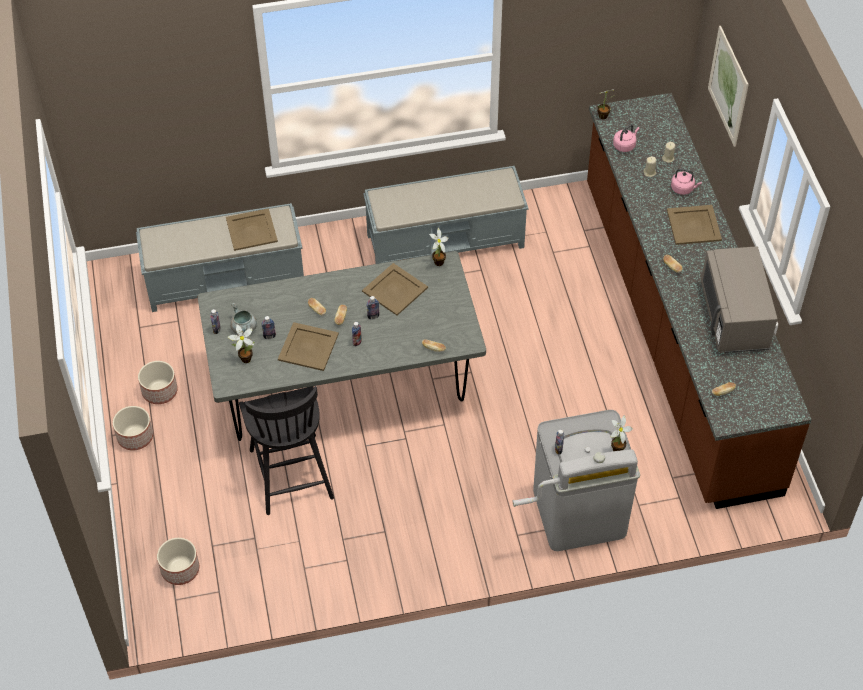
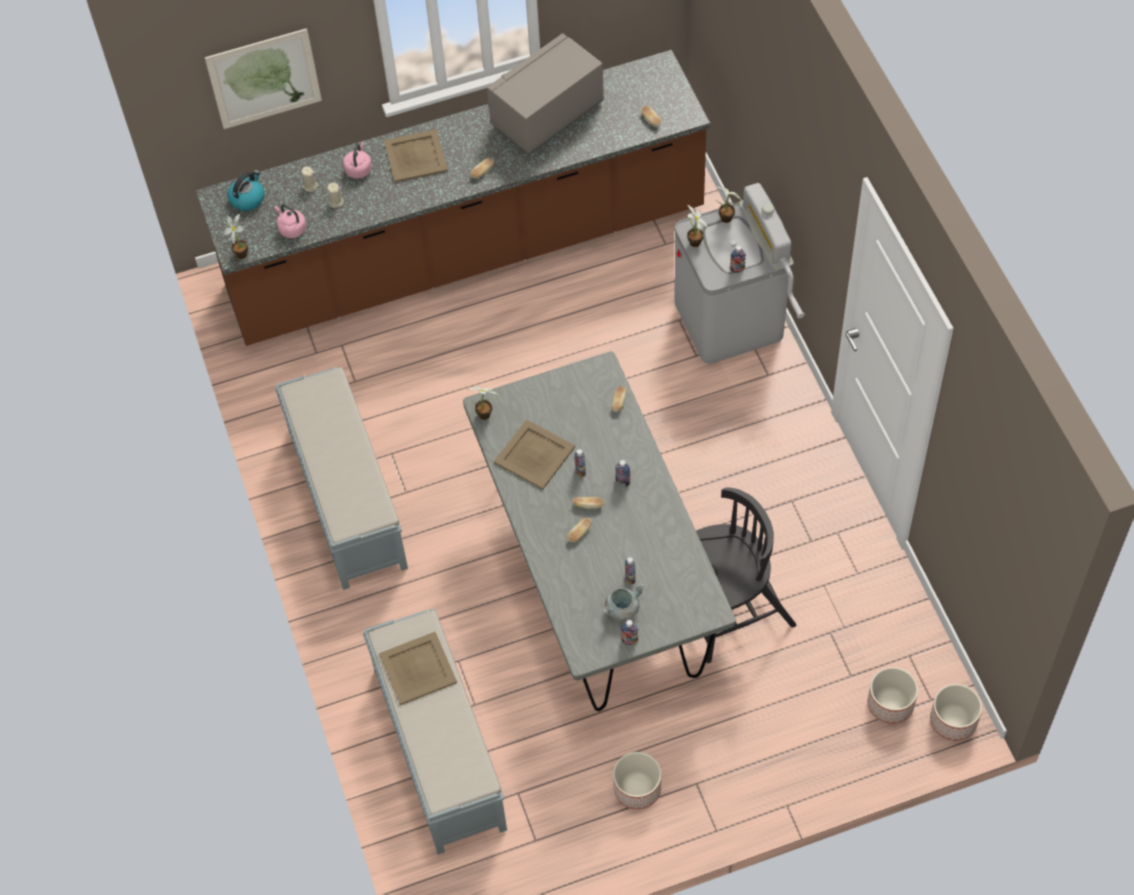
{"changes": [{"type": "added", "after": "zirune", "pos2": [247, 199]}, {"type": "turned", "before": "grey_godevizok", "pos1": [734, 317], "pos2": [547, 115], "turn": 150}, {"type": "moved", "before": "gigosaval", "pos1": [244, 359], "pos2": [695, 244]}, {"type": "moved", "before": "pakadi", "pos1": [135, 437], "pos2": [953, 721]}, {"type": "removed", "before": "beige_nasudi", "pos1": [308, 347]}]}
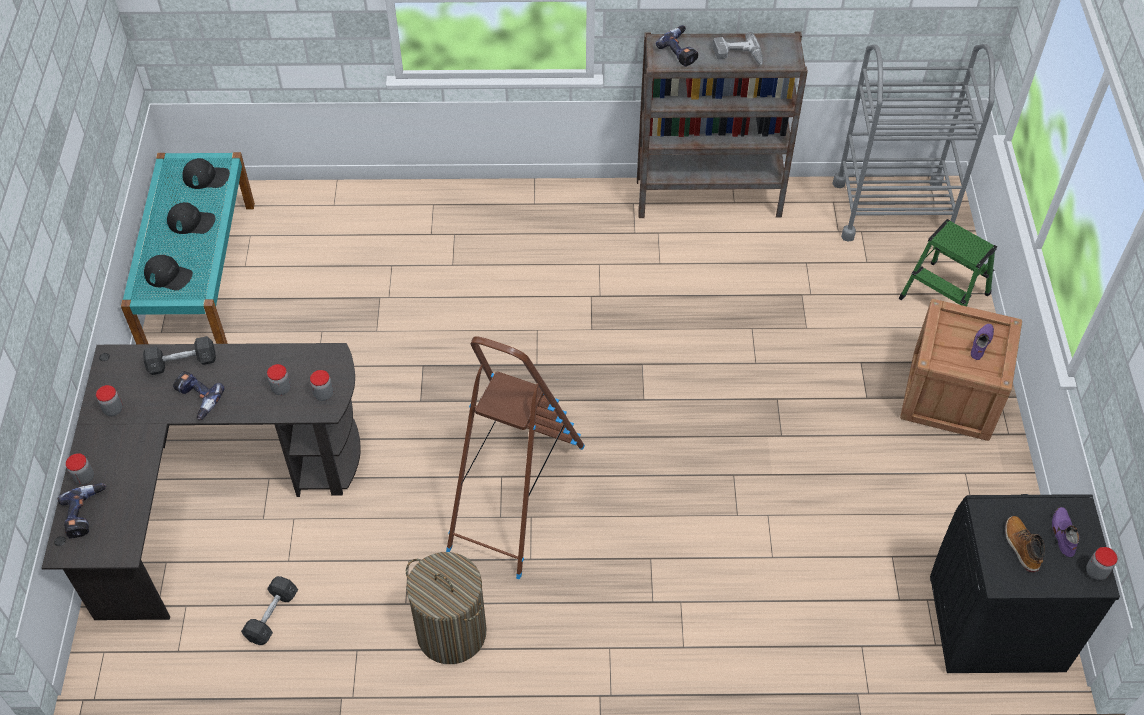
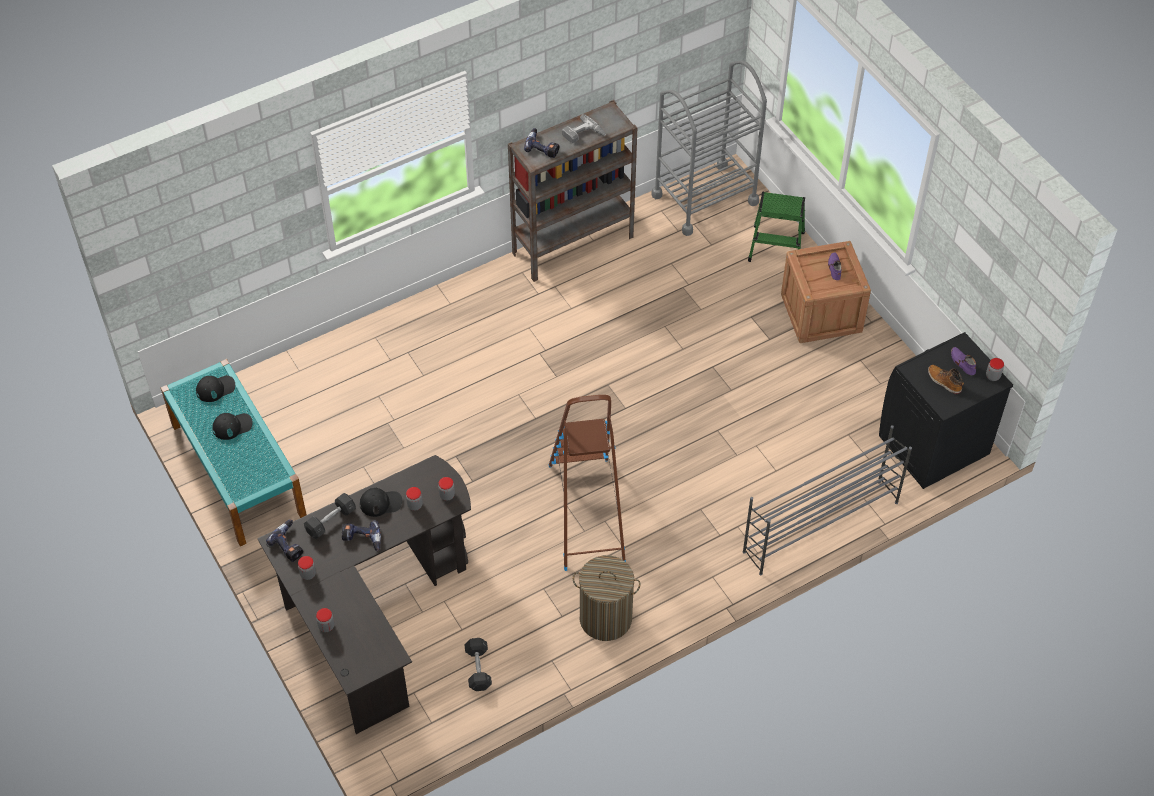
{"changes": [{"type": "moved", "before": "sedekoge", "pos1": [86, 514], "pos2": [290, 544]}, {"type": "moved", "before": "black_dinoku", "pos1": [168, 276], "pos2": [381, 503]}, {"type": "added", "after": "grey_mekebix", "pos2": [820, 527]}]}
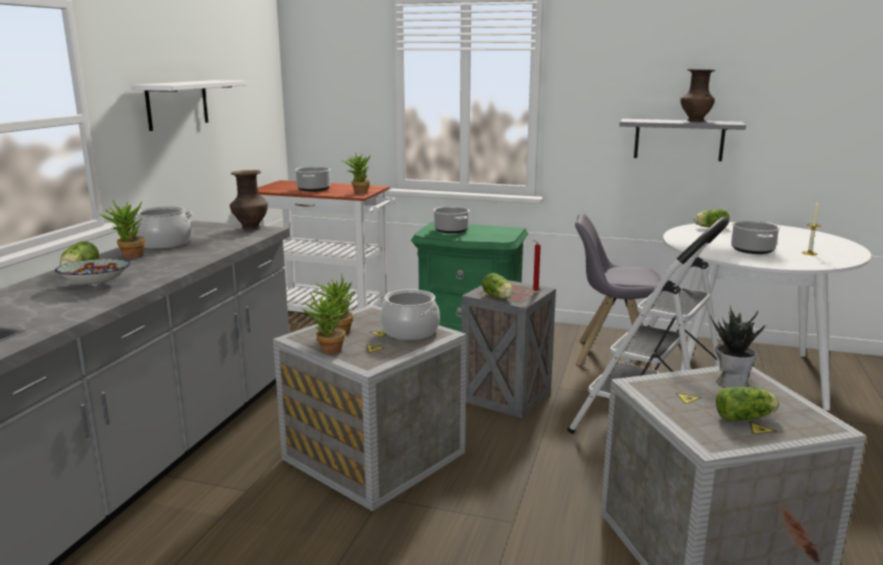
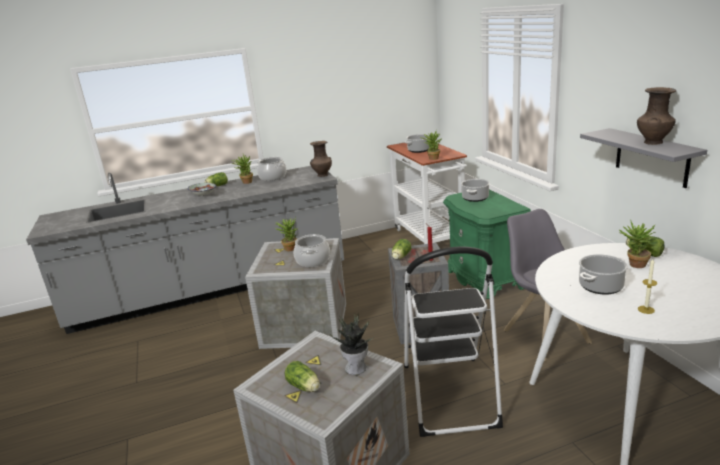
{"changes": [{"type": "moved", "before": "gigosaval", "pos1": [328, 351], "pos2": [634, 265]}, {"type": "removed", "before": "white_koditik", "pos1": [177, 104]}]}
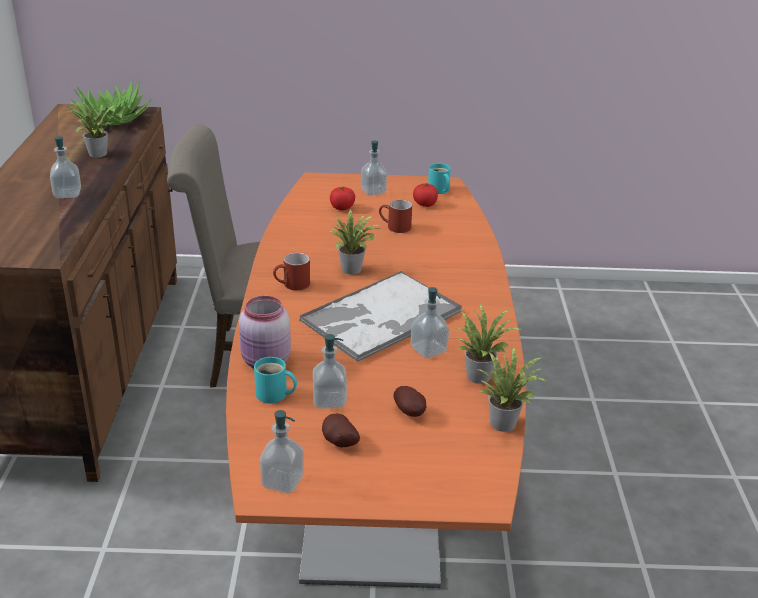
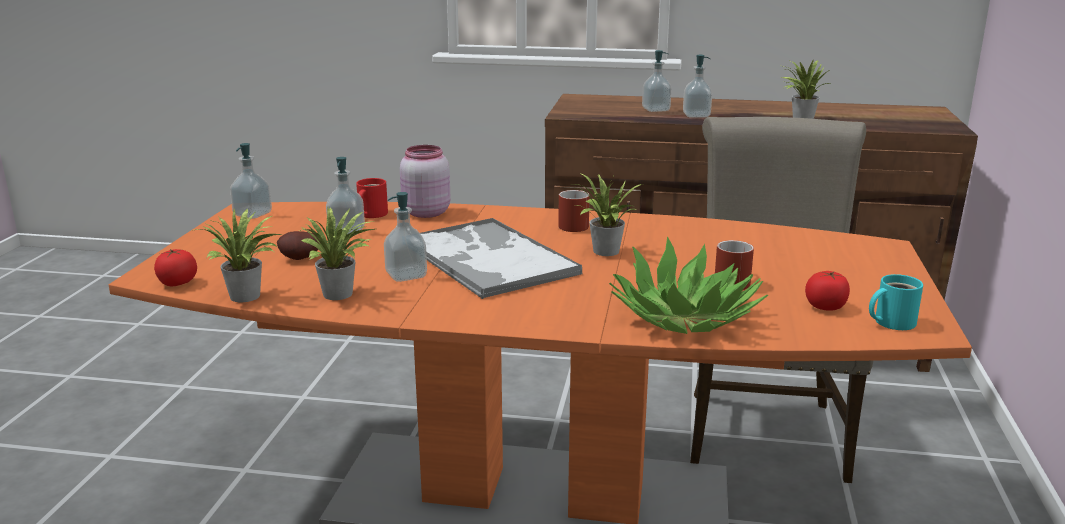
{"changes": [{"type": "moved", "before": "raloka", "pos1": [342, 208], "pos2": [177, 283]}, {"type": "recoloured", "before": "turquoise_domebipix", "after": "red_domebipix", "pos1": [274, 395], "pos2": [370, 214]}, {"type": "moved", "before": "gigosaval", "pos1": [111, 119], "pos2": [684, 317]}, {"type": "moved", "before": "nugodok", "pos1": [373, 191], "pos2": [656, 109]}, {"type": "removed", "before": "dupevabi", "pos1": [338, 443]}]}
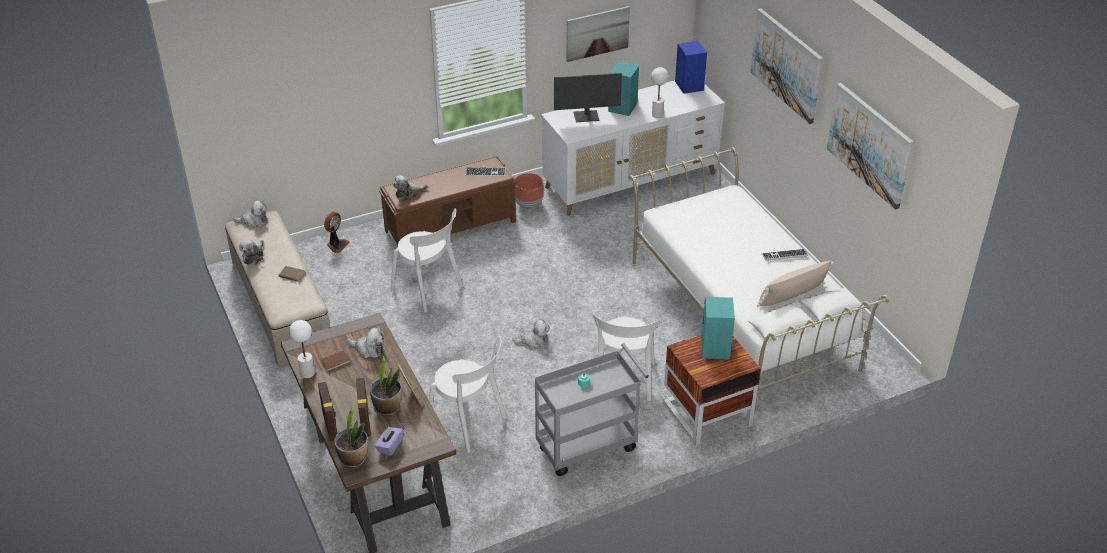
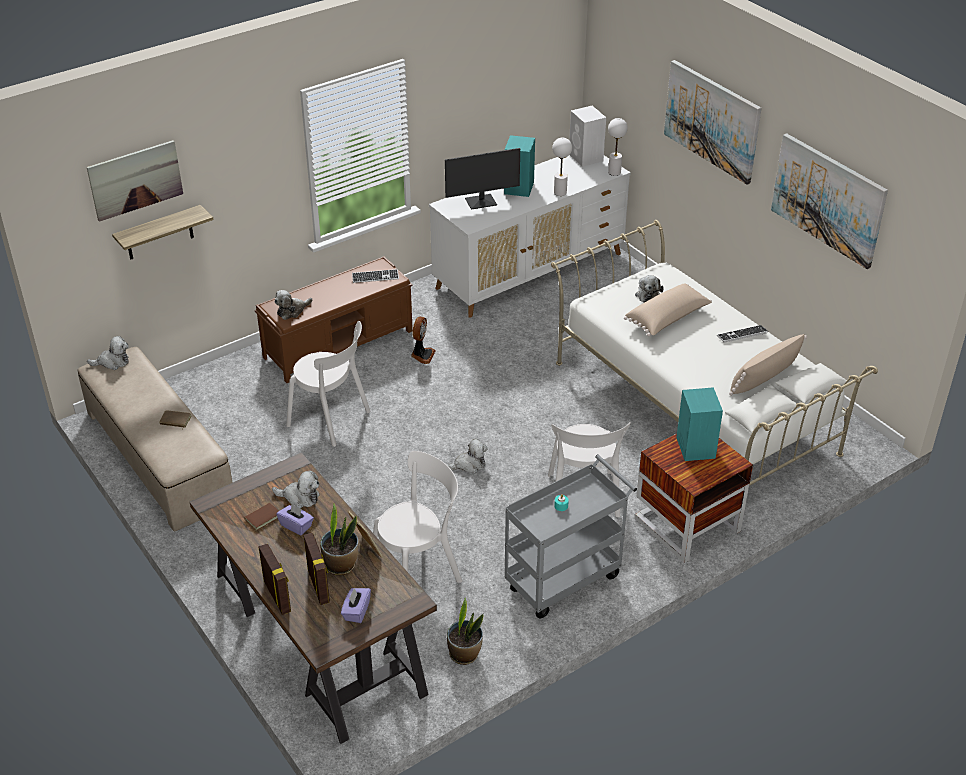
{"changes": [{"type": "moved", "before": "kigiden", "pos1": [597, 33], "pos2": [135, 180]}, {"type": "added", "after": "koditik", "pos2": [159, 233]}, {"type": "added", "after": "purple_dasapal", "pos2": [296, 526]}, {"type": "turned", "before": "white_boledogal", "pos1": [469, 424], "pos2": [419, 571], "turn": -60}, {"type": "moved", "before": "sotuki", "pos1": [336, 245], "pos2": [422, 355]}, {"type": "moved", "before": "gigosaval", "pos1": [353, 459], "pos2": [464, 654]}, {"type": "recoloured", "before": "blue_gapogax", "after": "white_gapogax", "pos1": [689, 86], "pos2": [586, 158]}, {"type": "moved", "before": "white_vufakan", "pos1": [307, 373], "pos2": [614, 172]}, {"type": "added", "after": "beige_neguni", "pos2": [668, 319]}, {"type": "moved", "before": "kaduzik", "pos1": [254, 256], "pos2": [648, 294]}, {"type": "removed", "before": "brown_pakadi", "pos1": [529, 205]}]}
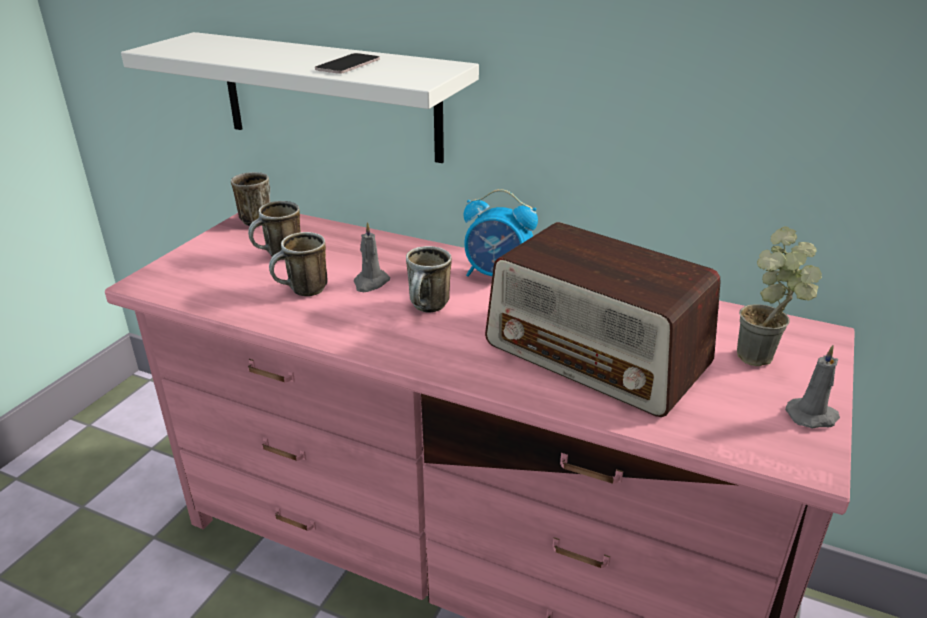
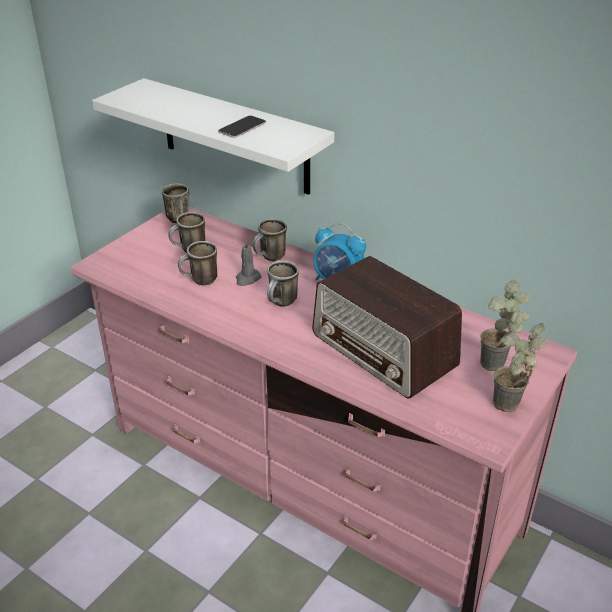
{"changes": [{"type": "added", "after": "domebipix", "pos2": [270, 258]}, {"type": "replaced", "before": "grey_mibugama", "after": "gigosaval", "pos1": [813, 416], "pos2": [509, 410]}]}
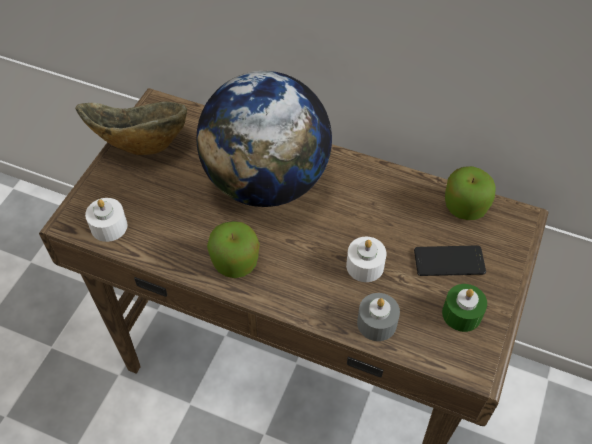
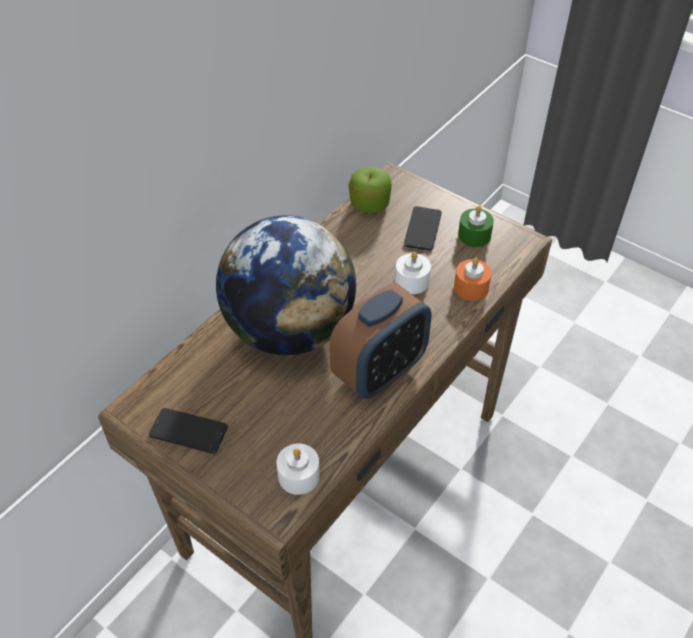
{"changes": [{"type": "replaced", "before": "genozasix", "after": "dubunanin", "pos1": [140, 144], "pos2": [188, 431]}, {"type": "replaced", "before": "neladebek", "after": "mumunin", "pos1": [235, 261], "pos2": [379, 372]}, {"type": "recoloured", "before": "grey_mibugama", "after": "orange_mibugama", "pos1": [377, 323], "pos2": [471, 287]}]}
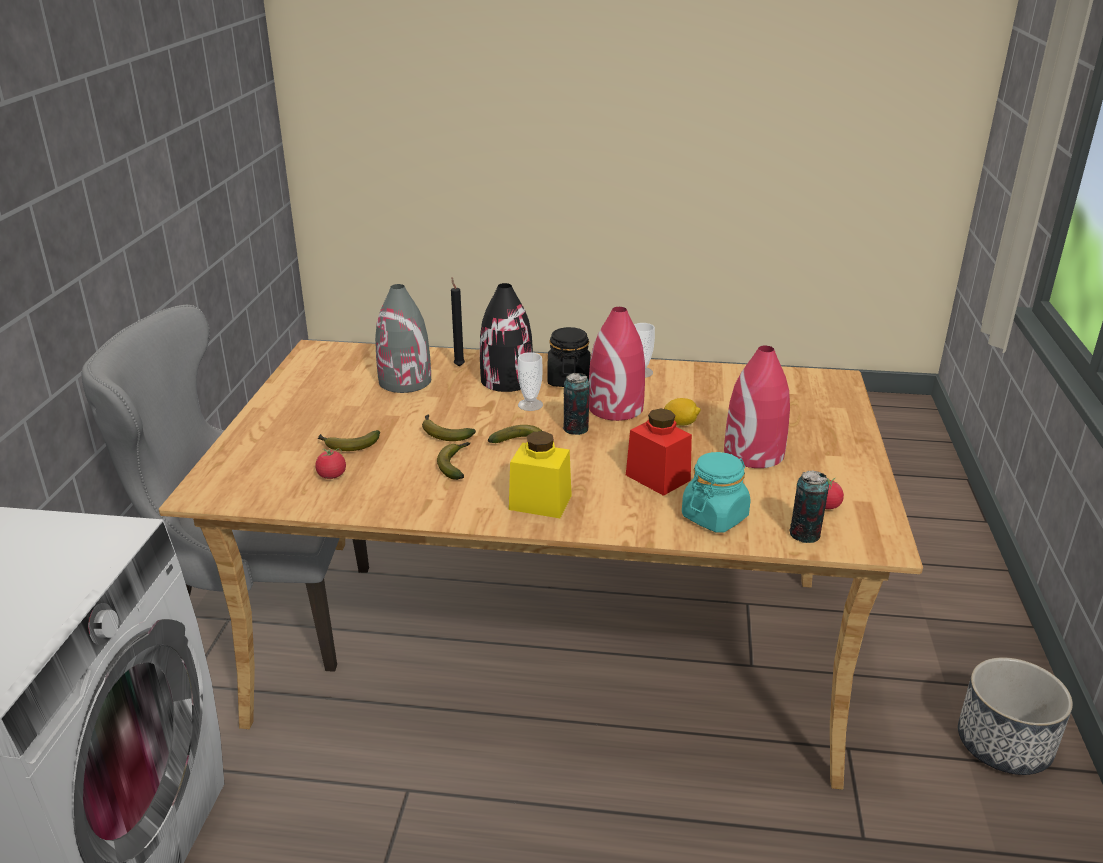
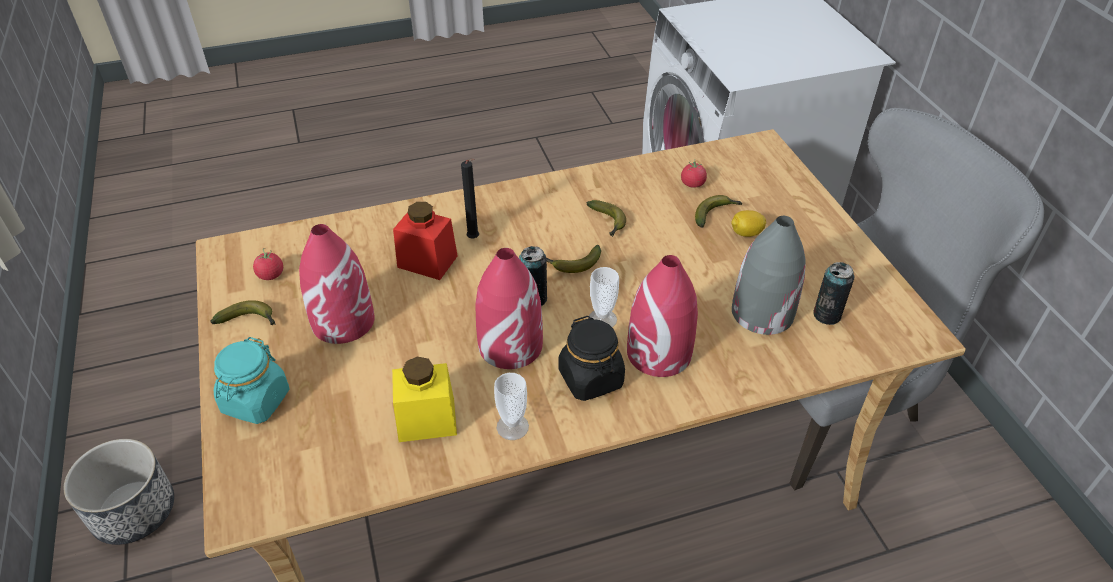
{"changes": [{"type": "moved", "before": "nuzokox", "pos1": [443, 433], "pos2": [250, 321]}, {"type": "moved", "before": "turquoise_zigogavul", "pos1": [714, 517], "pos2": [255, 401]}, {"type": "moved", "before": "yellow_zigogavul", "pos1": [540, 502], "pos2": [427, 420]}, {"type": "moved", "before": "black_mibugama", "pos1": [459, 365], "pos2": [474, 239]}, {"type": "recoloured", "before": "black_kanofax", "after": "red_kanofax", "pos1": [507, 380], "pos2": [659, 353]}, {"type": "moved", "before": "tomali", "pos1": [681, 423], "pos2": [746, 233]}, {"type": "moved", "before": "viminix", "pos1": [805, 534], "pos2": [827, 315]}]}
